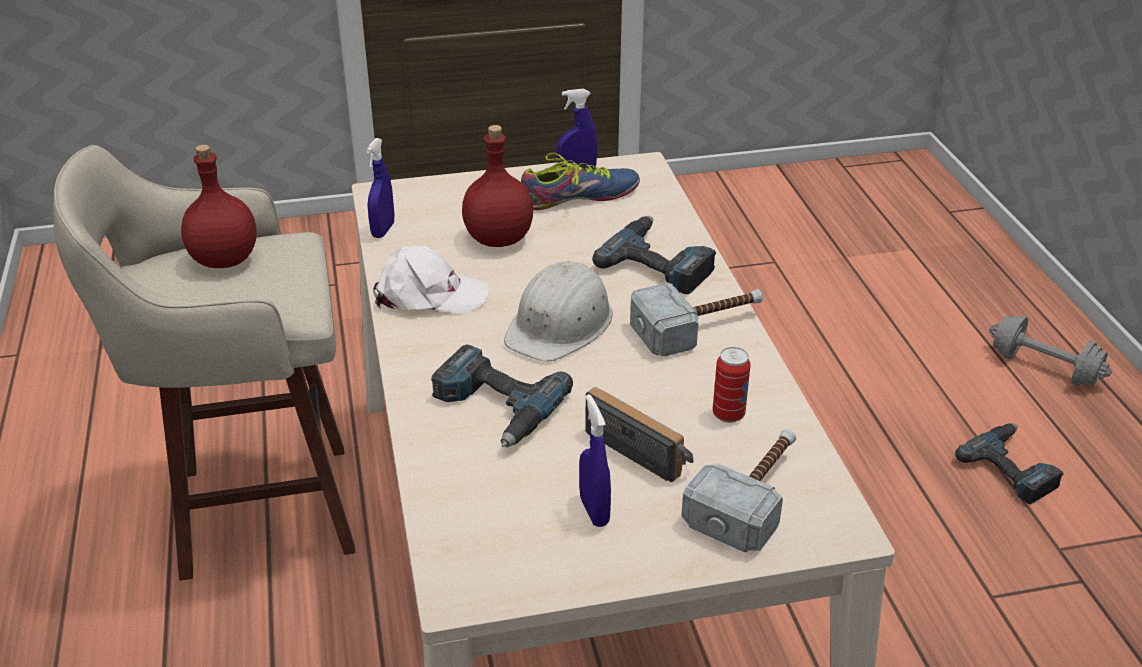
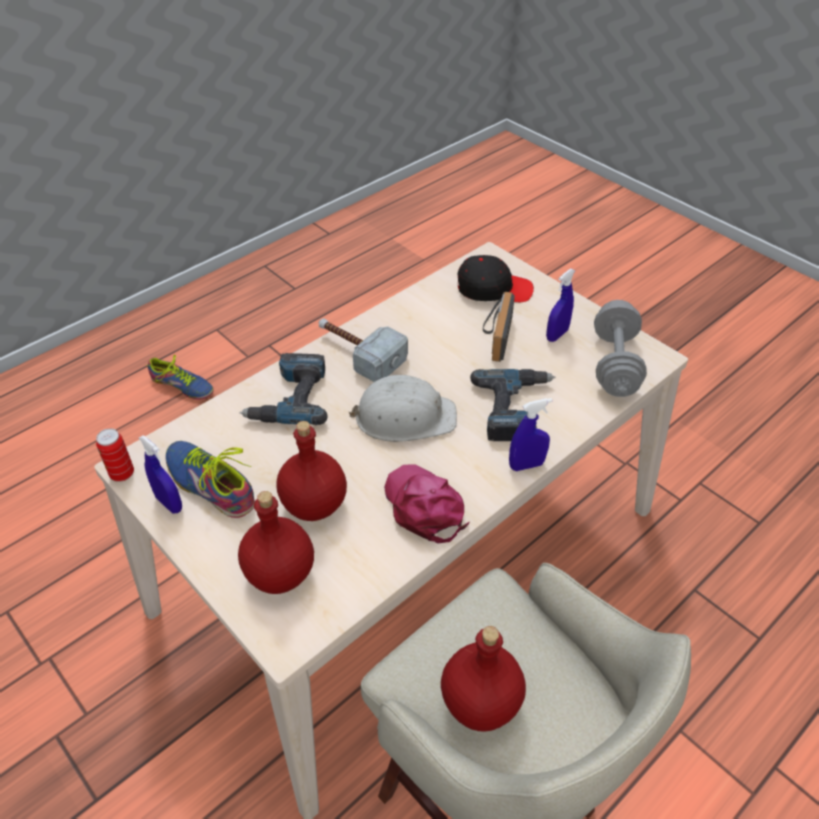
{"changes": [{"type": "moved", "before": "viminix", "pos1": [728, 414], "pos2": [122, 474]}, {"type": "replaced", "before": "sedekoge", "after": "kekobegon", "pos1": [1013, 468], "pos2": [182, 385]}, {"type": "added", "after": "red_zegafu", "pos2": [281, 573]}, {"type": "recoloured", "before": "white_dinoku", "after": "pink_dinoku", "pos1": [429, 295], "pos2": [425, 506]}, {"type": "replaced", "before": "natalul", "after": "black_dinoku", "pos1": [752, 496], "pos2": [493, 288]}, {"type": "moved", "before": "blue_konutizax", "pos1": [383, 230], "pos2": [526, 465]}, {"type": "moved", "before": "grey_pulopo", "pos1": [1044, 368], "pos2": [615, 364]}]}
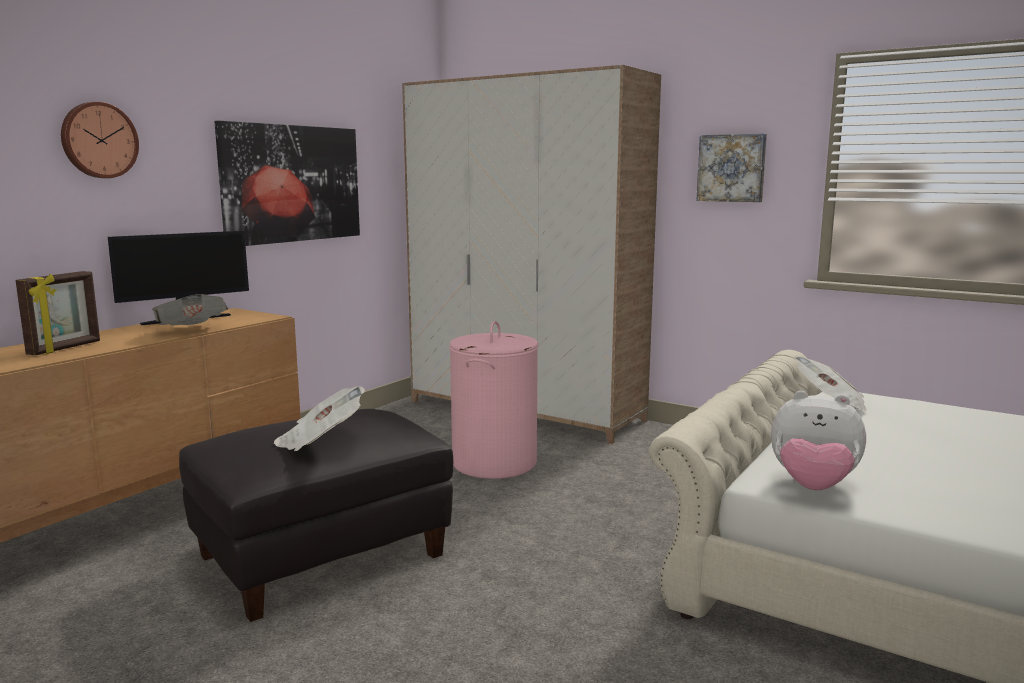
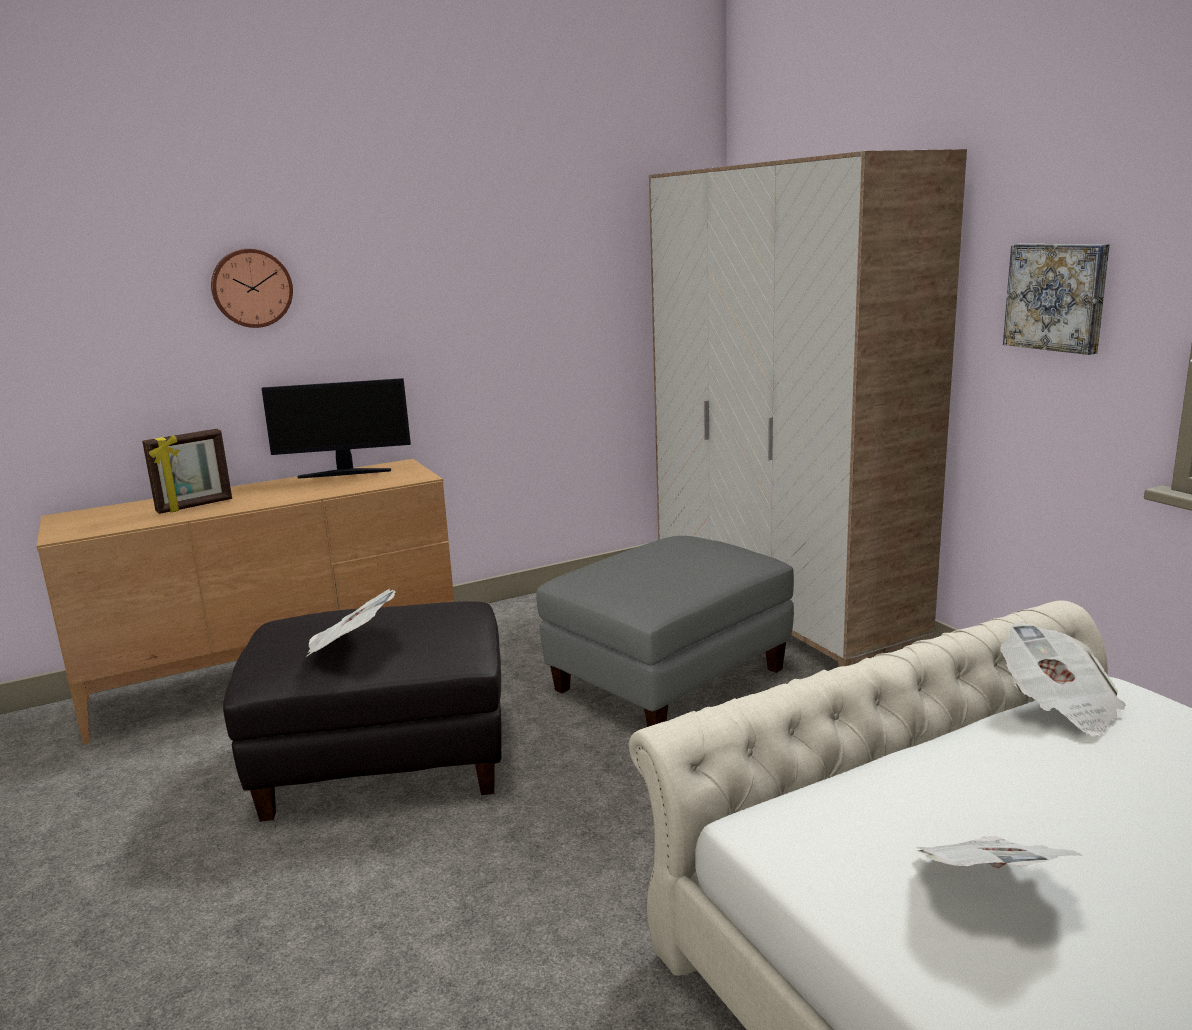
{"changes": [{"type": "replaced", "before": "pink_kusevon", "after": "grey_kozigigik", "pos1": [494, 463], "pos2": [669, 679]}, {"type": "moved", "before": "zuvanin", "pos1": [192, 330], "pos2": [991, 886]}, {"type": "removed", "before": "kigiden", "pos1": [292, 183]}, {"type": "removed", "before": "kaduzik", "pos1": [813, 487]}]}
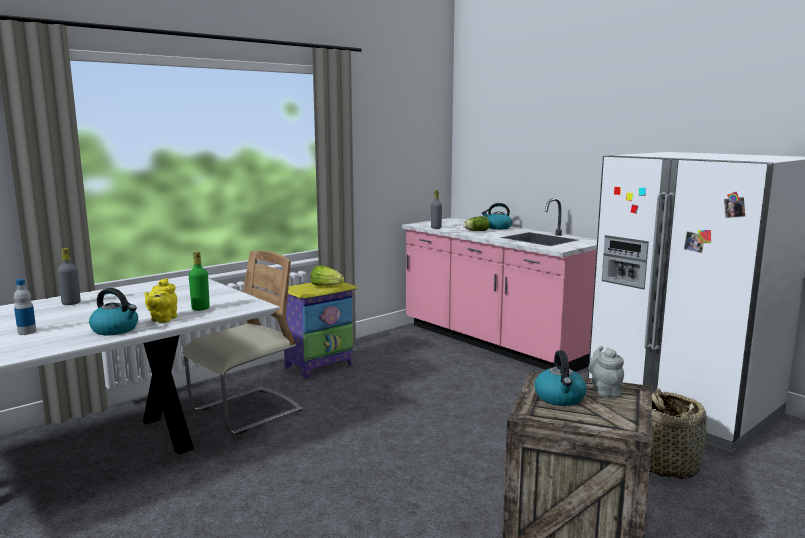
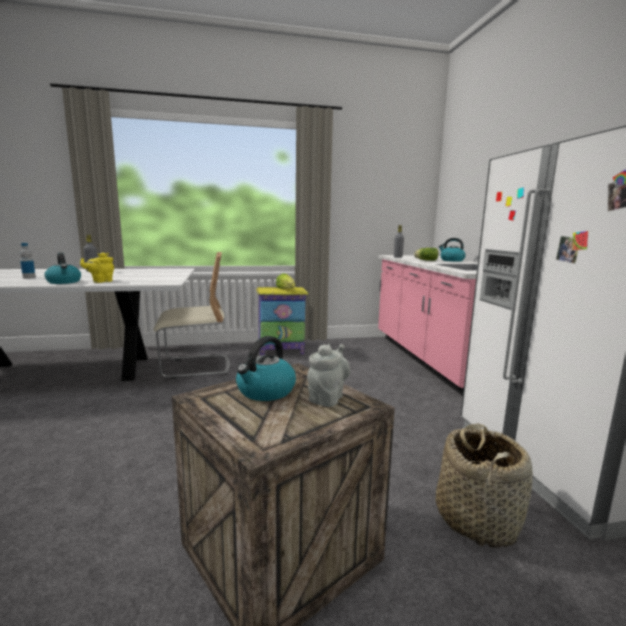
{"changes": [{"type": "removed", "before": "green_zegafu", "pos1": [200, 308]}]}
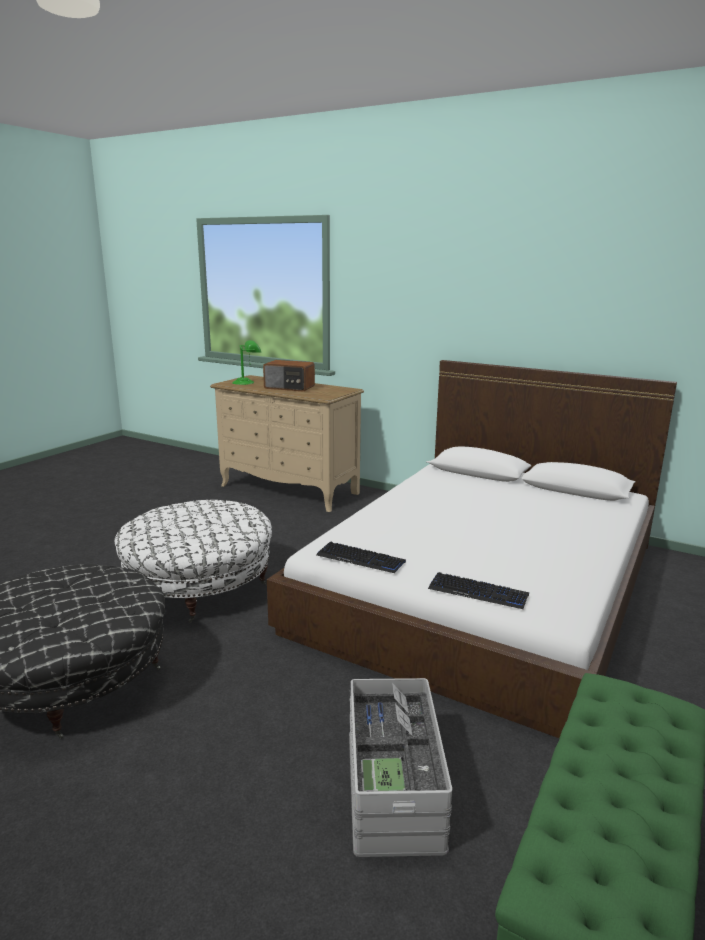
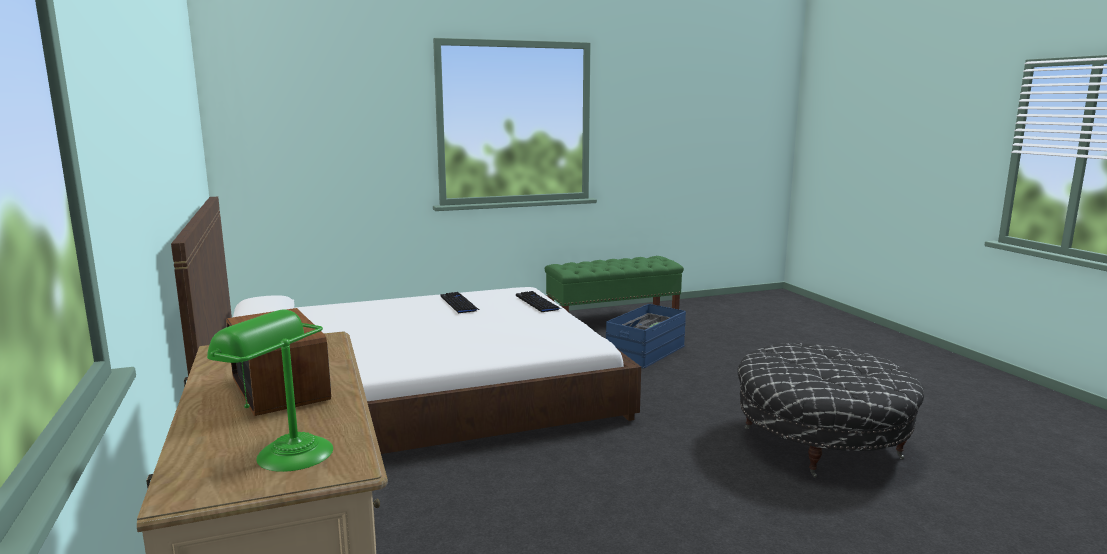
{"changes": [{"type": "moved", "before": "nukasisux", "pos1": [360, 559], "pos2": [459, 304]}, {"type": "recoloured", "before": "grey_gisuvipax", "after": "blue_gisuvipax", "pos1": [391, 785], "pos2": [646, 352]}, {"type": "removed", "before": "white_kozigigik", "pos1": [199, 587]}]}
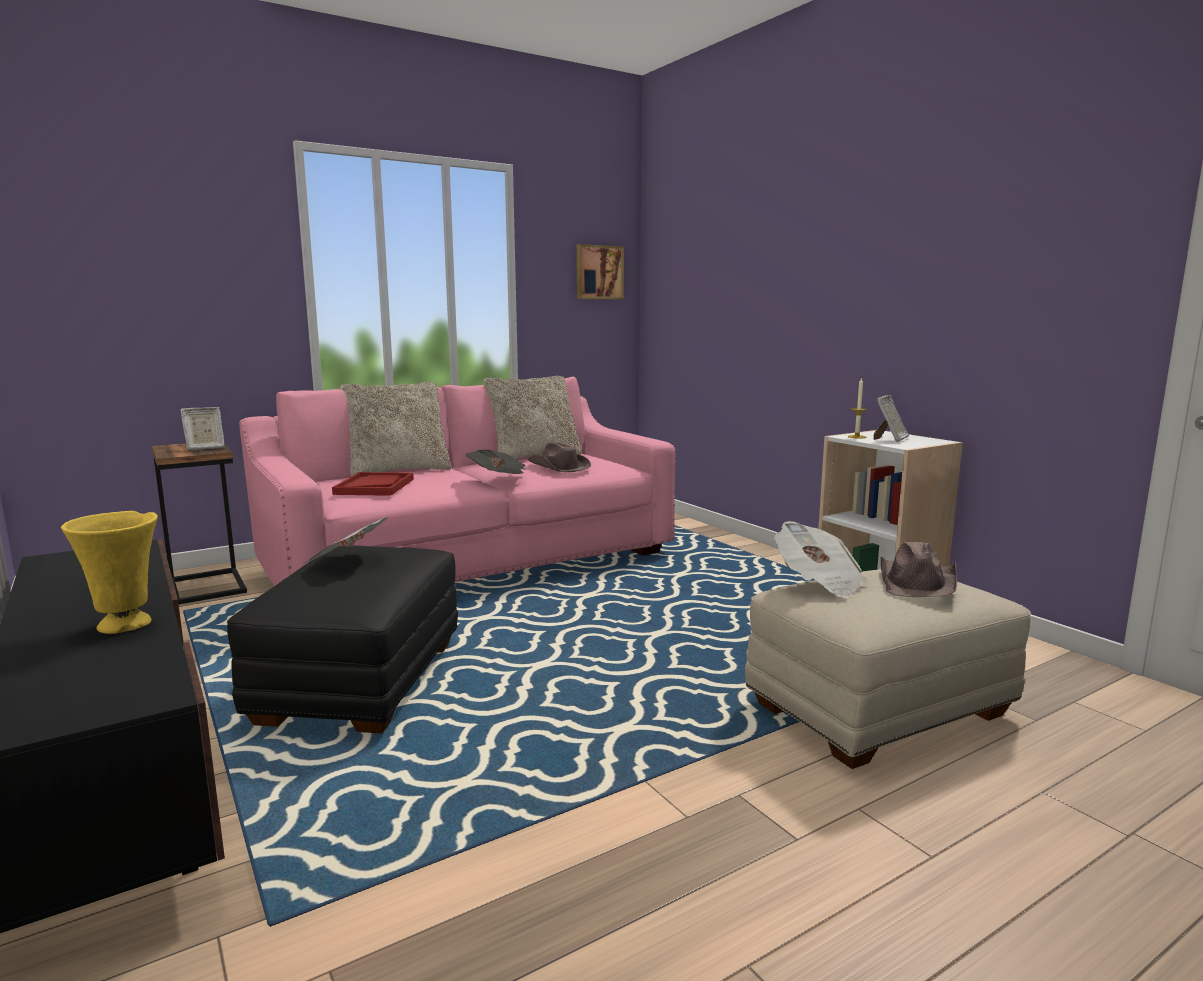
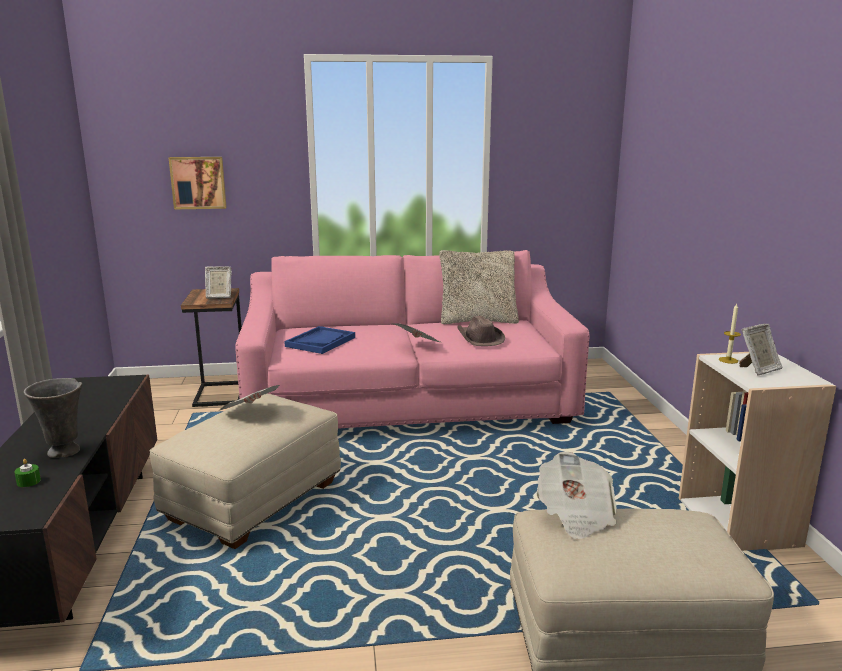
{"changes": [{"type": "added", "after": "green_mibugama", "pos2": [28, 481]}, {"type": "recoloured", "before": "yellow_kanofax", "after": "grey_kanofax", "pos1": [126, 625], "pos2": [64, 452]}, {"type": "recoloured", "before": "black_kozigigik", "after": "beige_kozigigik", "pos1": [361, 682], "pos2": [254, 501]}, {"type": "moved", "before": "kigiden", "pos1": [598, 272], "pos2": [198, 182]}, {"type": "recoloured", "before": "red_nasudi", "after": "blue_nasudi", "pos1": [374, 486], "pos2": [320, 342]}, {"type": "removed", "before": "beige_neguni", "pos1": [399, 469]}, {"type": "removed", "before": "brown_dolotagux", "pos1": [918, 582]}]}
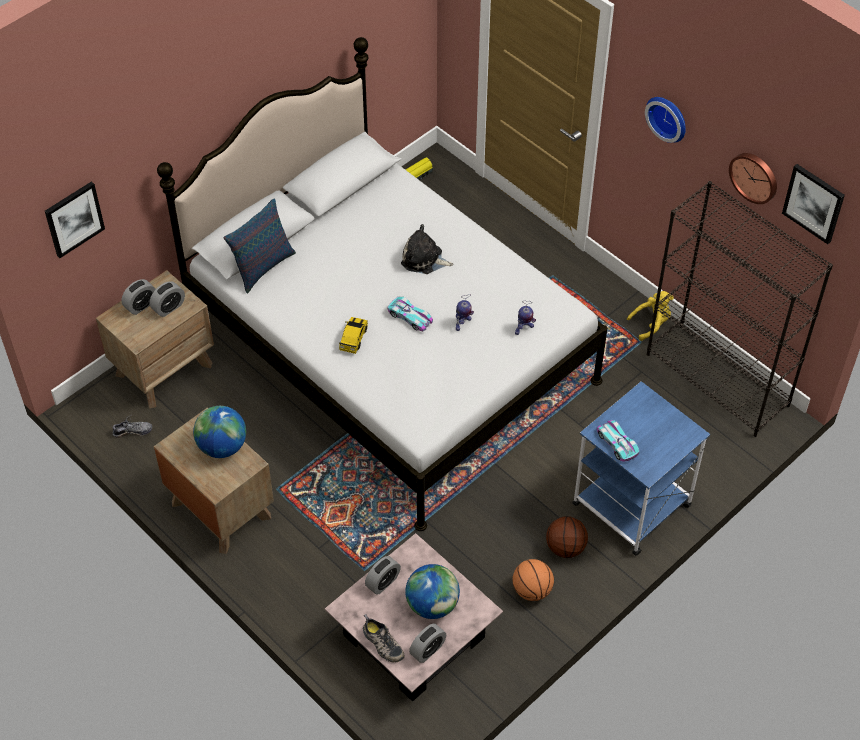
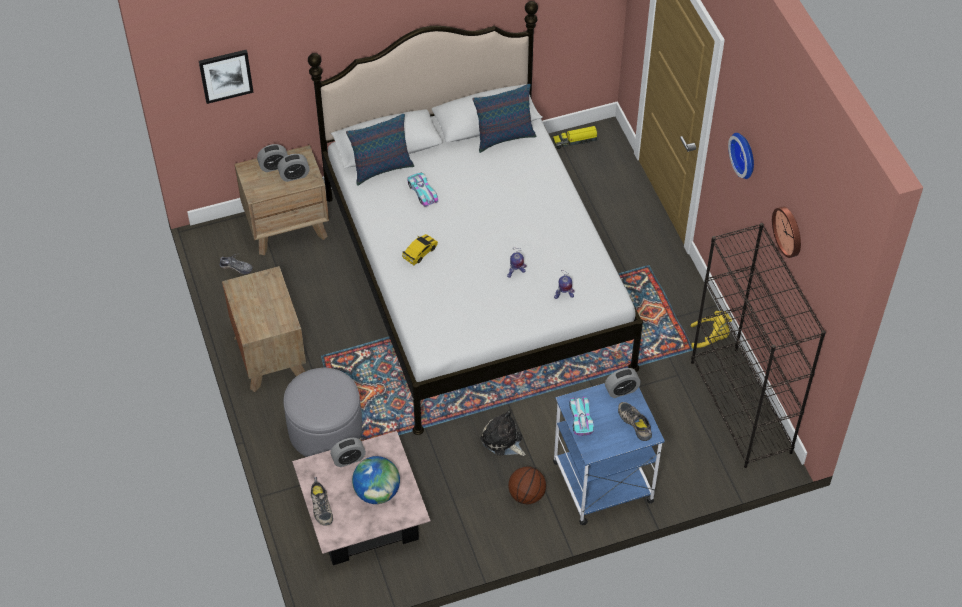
{"changes": [{"type": "added", "after": "grey_kozigigik", "pos2": [325, 429]}, {"type": "moved", "before": "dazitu", "pos1": [410, 317], "pos2": [422, 192]}, {"type": "added", "after": "blue_neguni", "pos2": [504, 138]}, {"type": "moved", "before": "kaduzik", "pos1": [424, 259], "pos2": [503, 440]}, {"type": "moved", "before": "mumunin", "pos1": [427, 650], "pos2": [621, 390]}, {"type": "added", "after": "kekobegon", "pos2": [636, 423]}, {"type": "removed", "before": "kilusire", "pos1": [222, 446]}, {"type": "removed", "before": "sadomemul", "pos1": [532, 590]}, {"type": "removed", "before": "kigiden", "pos1": [814, 203]}]}
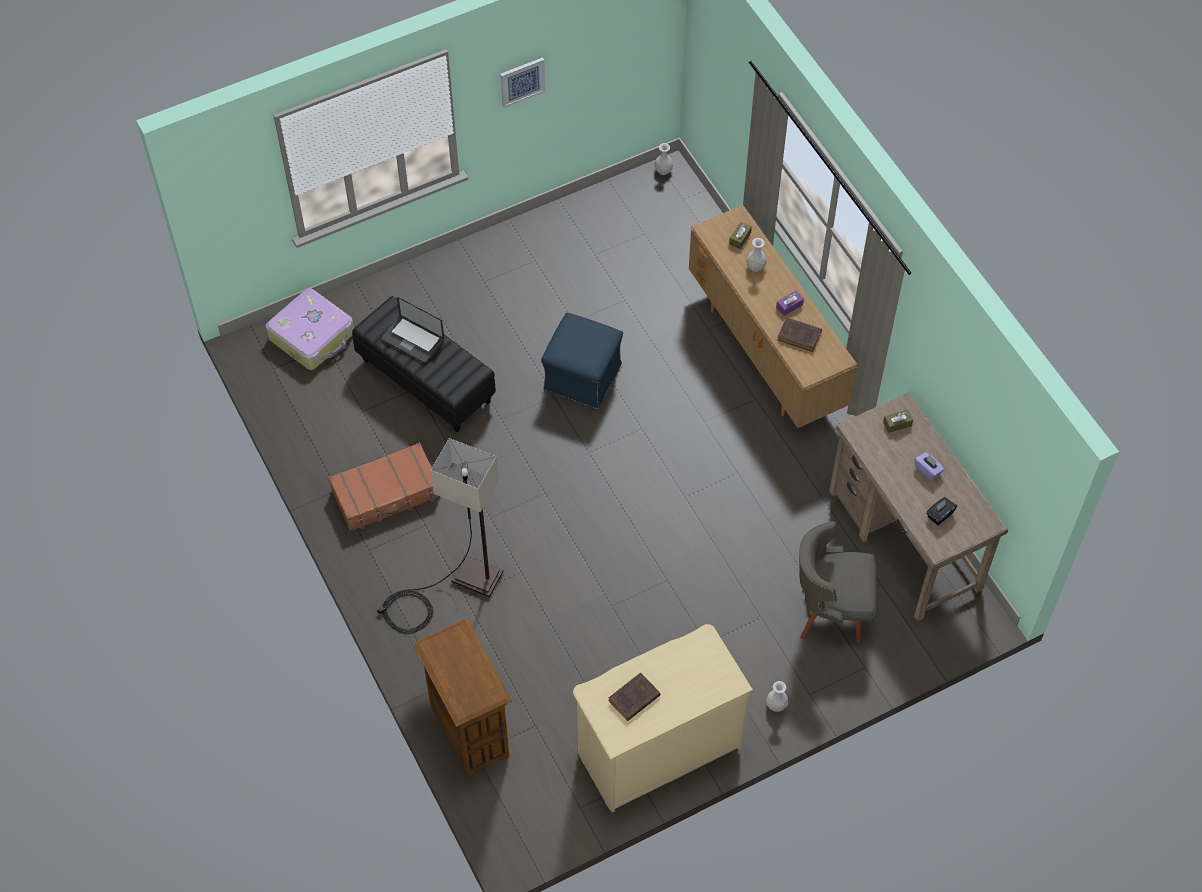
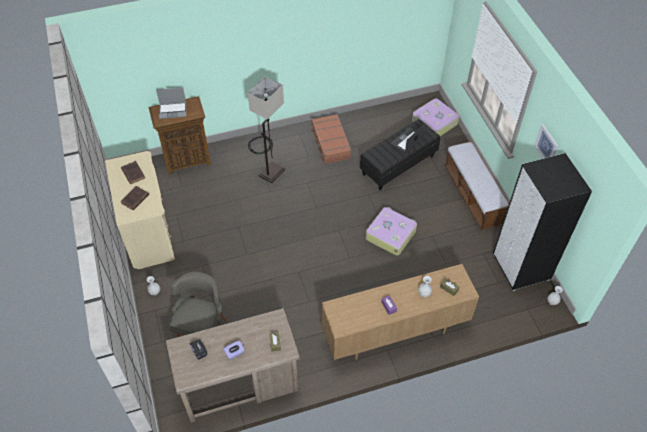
{"changes": [{"type": "moved", "before": "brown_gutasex", "pos1": [800, 336], "pos2": [134, 200]}, {"type": "added", "after": "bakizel", "pos2": [173, 110]}, {"type": "replaced", "before": "blue_kozigigik", "after": "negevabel", "pos1": [582, 378], "pos2": [390, 234]}, {"type": "added", "after": "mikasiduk", "pos2": [473, 196]}, {"type": "added", "after": "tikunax", "pos2": [521, 268]}]}
